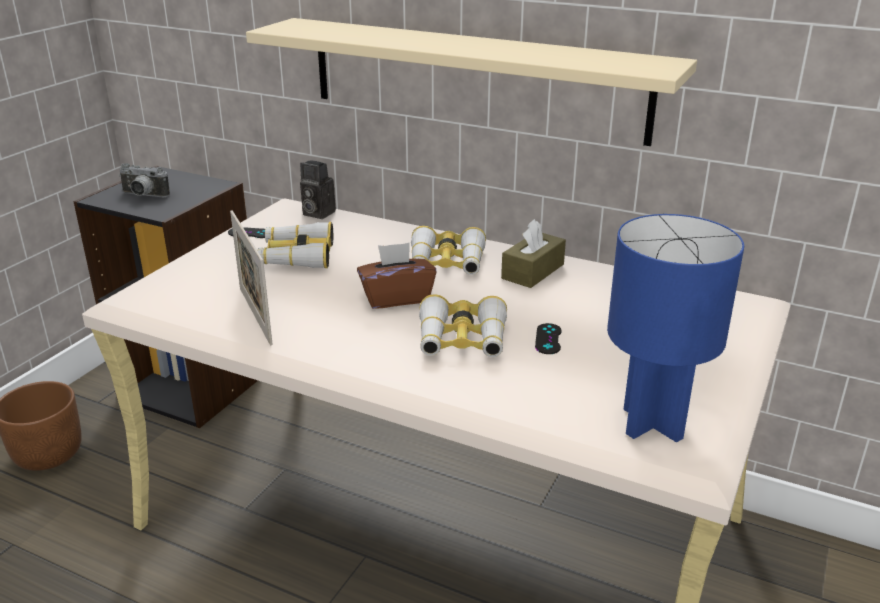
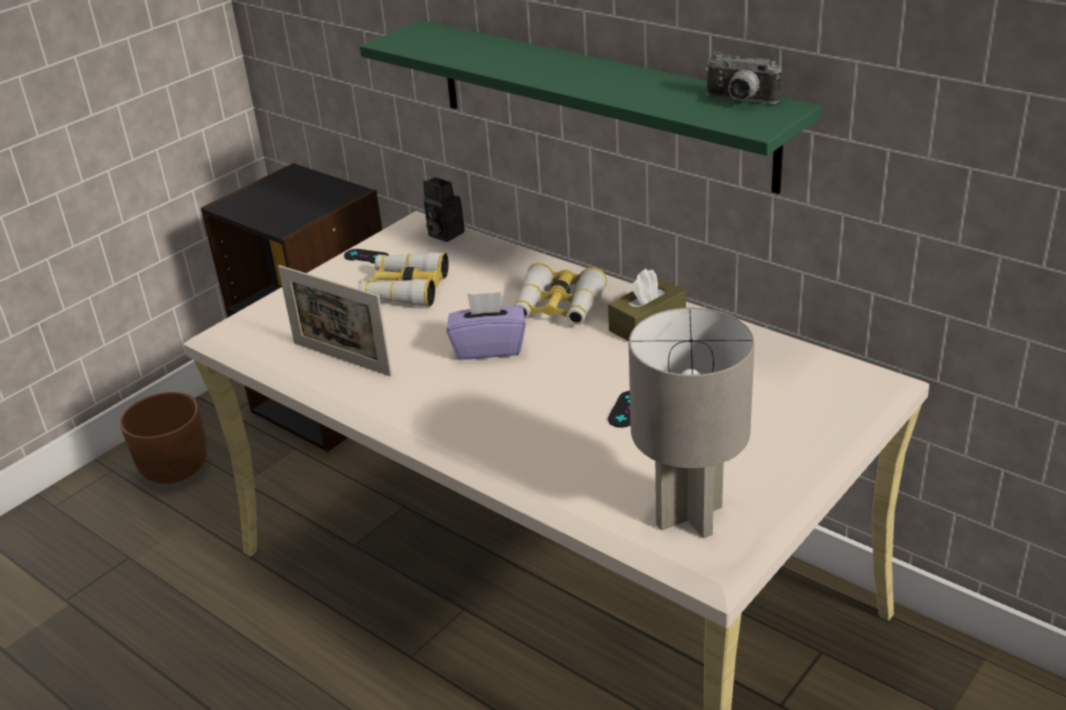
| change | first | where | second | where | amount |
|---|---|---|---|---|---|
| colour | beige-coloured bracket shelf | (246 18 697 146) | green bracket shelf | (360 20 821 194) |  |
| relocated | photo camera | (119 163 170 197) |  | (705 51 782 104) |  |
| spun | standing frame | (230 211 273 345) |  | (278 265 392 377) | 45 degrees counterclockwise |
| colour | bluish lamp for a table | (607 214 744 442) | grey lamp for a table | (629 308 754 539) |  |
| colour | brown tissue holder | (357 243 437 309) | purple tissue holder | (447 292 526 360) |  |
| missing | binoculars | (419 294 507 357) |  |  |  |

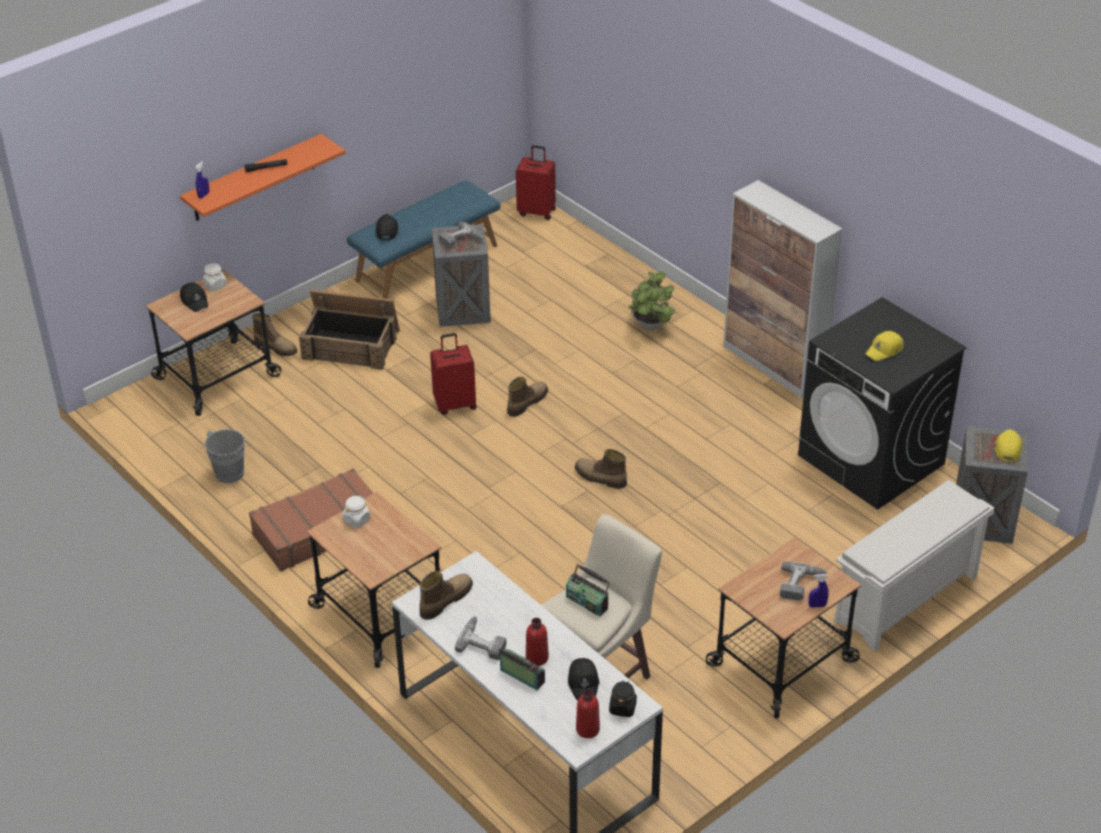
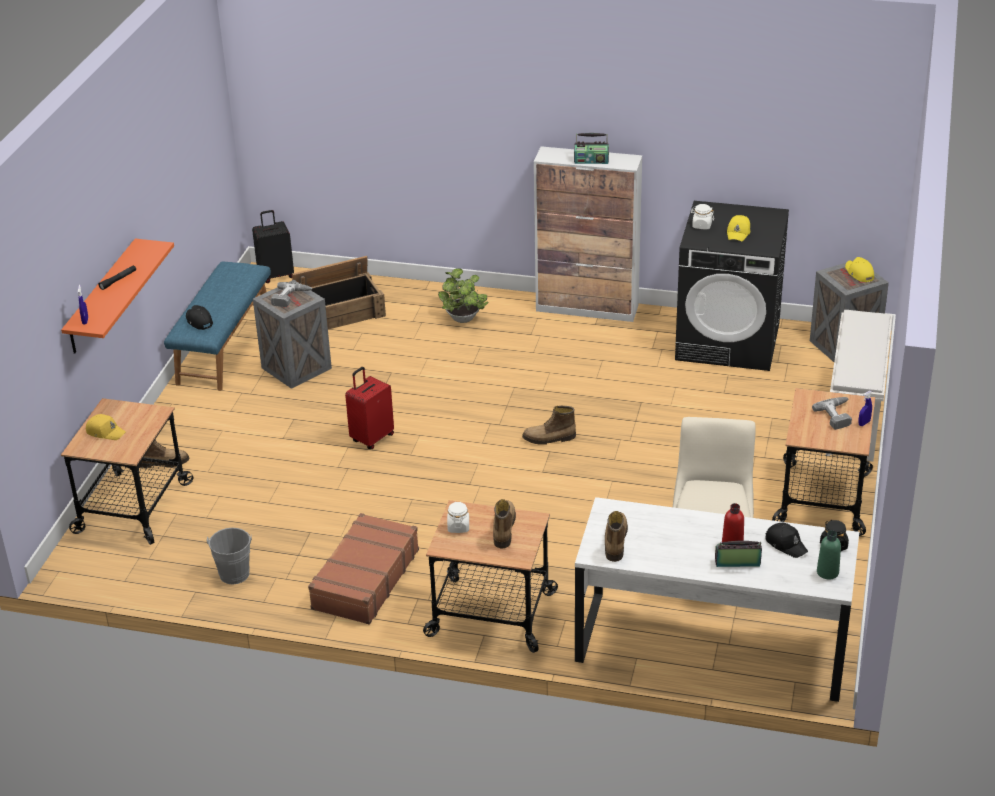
| change | first | where | second | where | amount |
|---|---|---|---|---|---|
| colour | red travel case | (516 145 556 220) | black travel case | (252 210 294 283) |  |
| relocated | white preserve jar | (203 263 227 291) |  | (691 204 714 229) |  |
| colour | black peaked cap | (180 282 208 312) | yellow-coloured peaked cap | (86 414 126 440) |  |
| relocated | crate | (299 289 400 370) |  | (292 256 386 329) |  |
| relocated | high-top boot | (507 377 548 417) |  | (493 499 516 549) |  |
| relocated | radio receiver | (566 564 610 616) |  | (574 133 609 164) |  |
| missing | drill | (455 616 506 660) |  |  |  |
| colour | red drink bottle | (576 689 600 738) | green drink bottle | (817 530 841 579) |  |

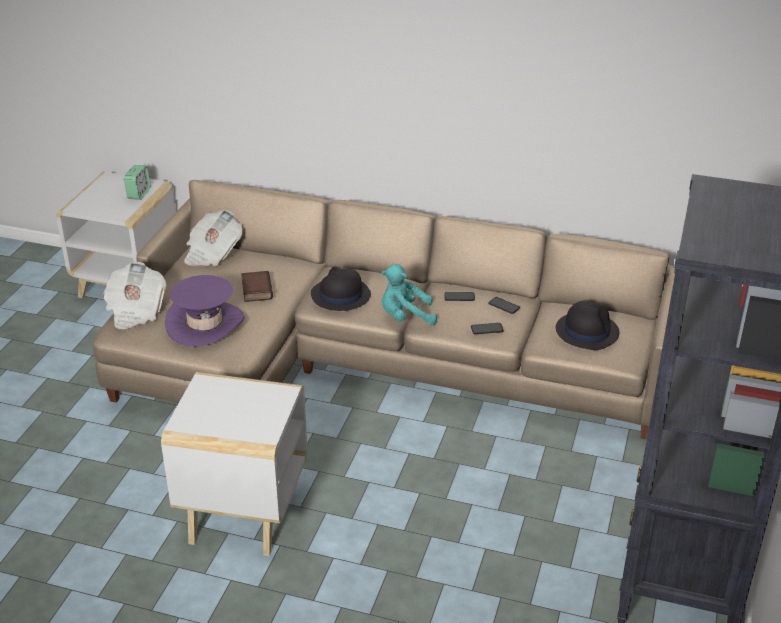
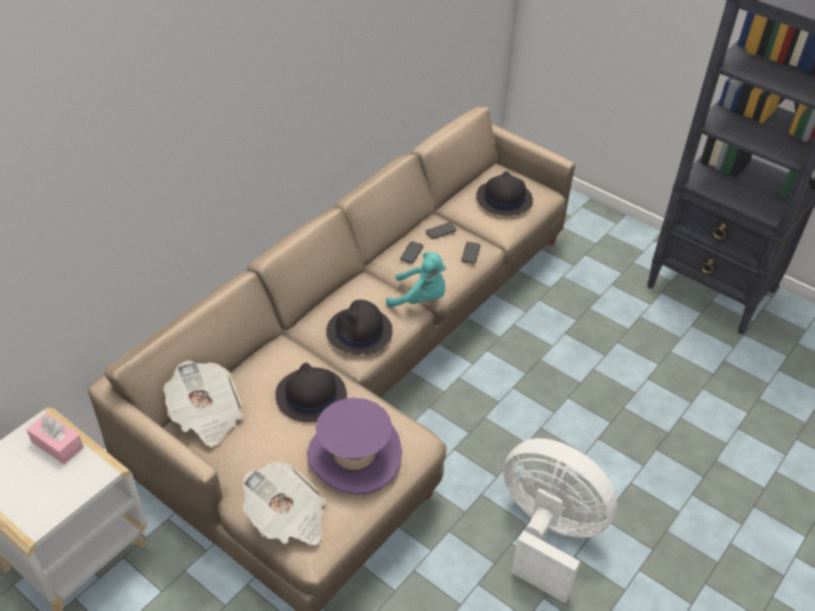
| change | first | where | second | where | amount |
|---|---|---|---|---|---|
| exchanged | bedside clock | (124 165 151 200) | pinkish tissue holder | (26 413 84 464) |  |
| spun | turquoise-coloured cuddly toy | (382 264 437 325) |  | (386 252 446 308) | 90 degrees counterclockwise |
| exchanged | bound book | (241 271 273 302) | black clothing hat | (275 363 347 422) |  |
| exchanged | white side table | (161 372 307 556) | white electric fan | (503 438 617 603) |  |

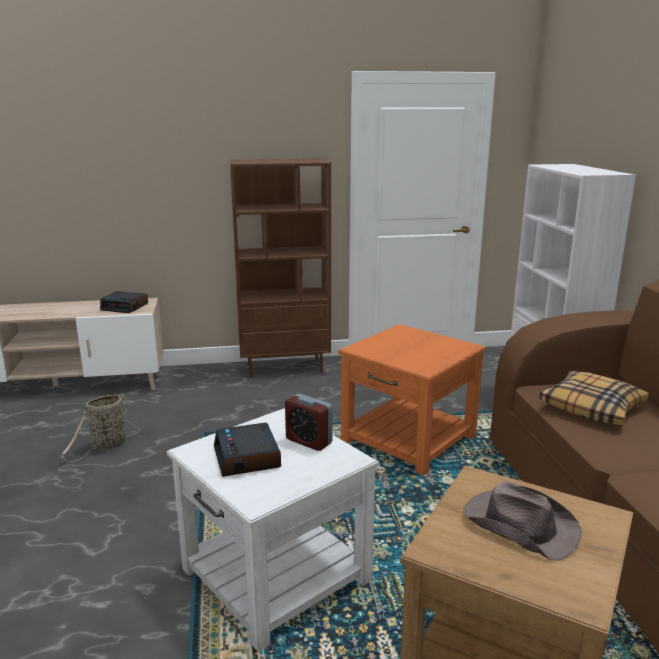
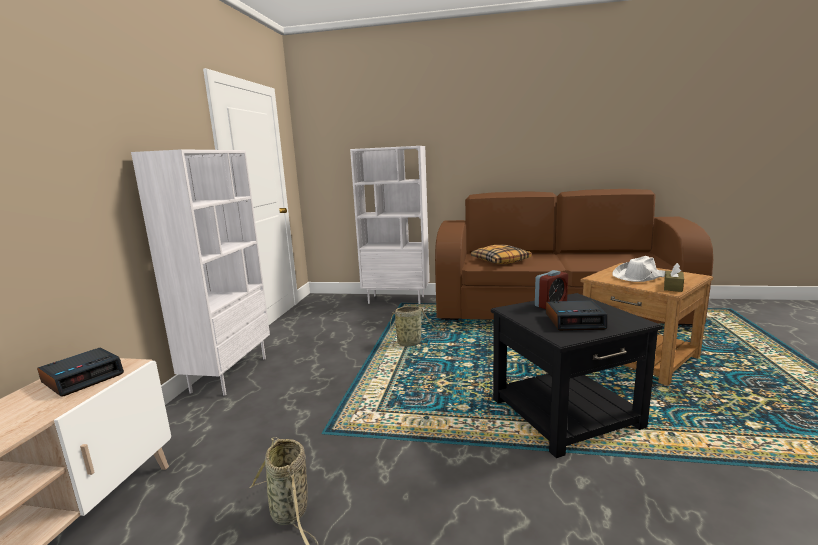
| change | first | where | second | where | amount |
|---|---|---|---|---|---|
| colour | brown shelving unit | (230 158 331 378) | white shelving unit | (131 149 270 396) |  |
| exchanged | orange side table | (338 324 486 476) | basket | (385 306 443 347) |  |
| colour | white side table | (167 408 379 652) | black side table | (491 293 662 458) |  |
| colour | brown clothing hat | (463 481 582 561) | white clothing hat | (612 256 665 282) |  |
| appeared |  |  | brown tissue holder | (664 263 684 292) |  |

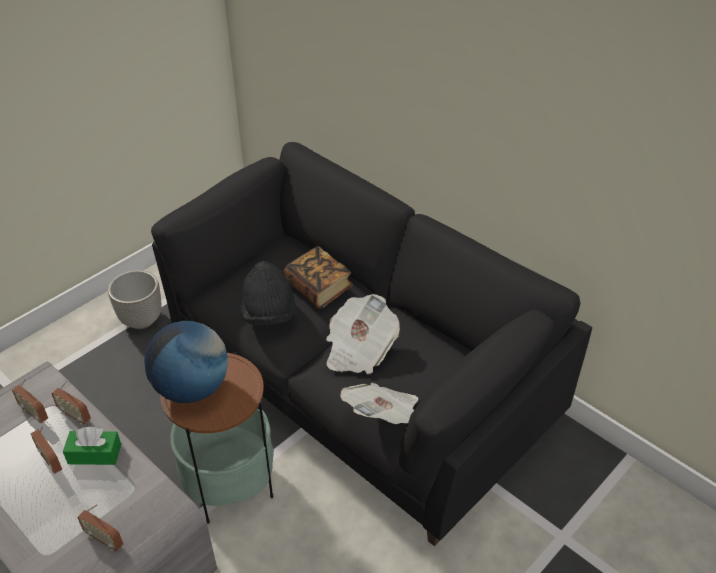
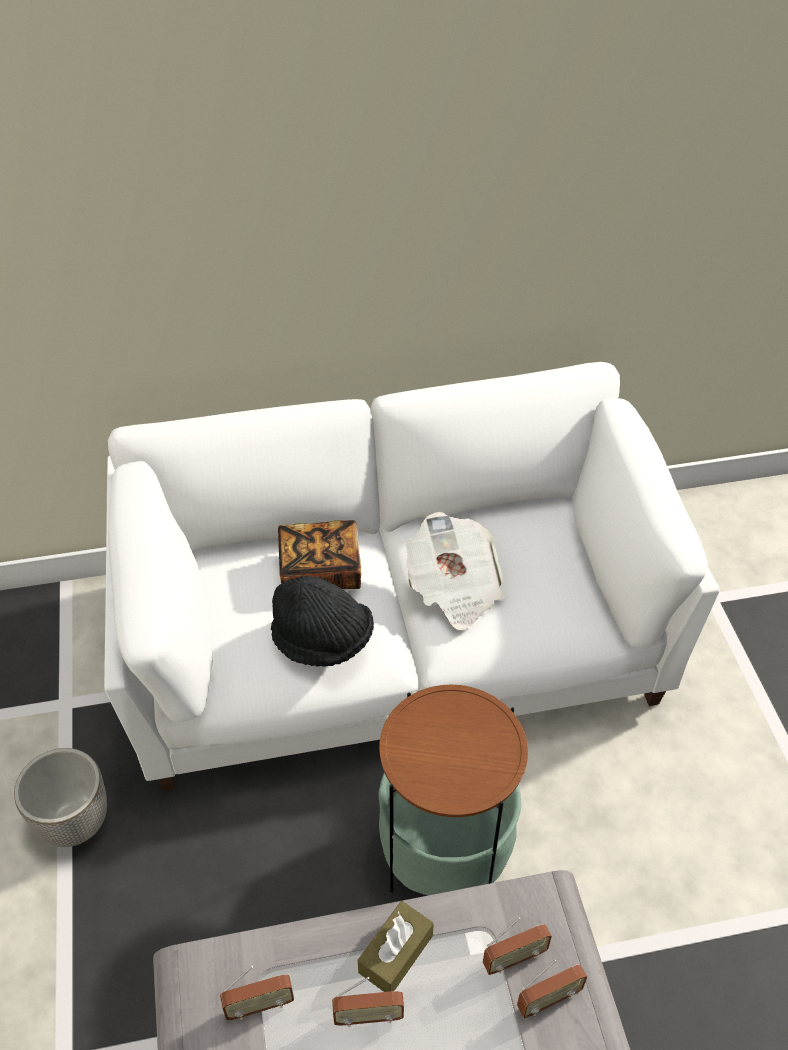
| change | first | where | second | where | amount |
|---|---|---|---|---|---|
| colour | black sofa | (151 142 592 546) | white sofa | (104 362 720 791) |  |
| missing | world globe | (144 321 228 403) |  |  |  |
| relocated | radio receiver | (51 380 91 424) |  | (483 917 552 975) |  |
| missing | daily paper | (340 383 418 424) |  |  |  |
| colour | green tissue holder | (63 427 121 465) | brown tissue holder | (358 901 434 992) |  |

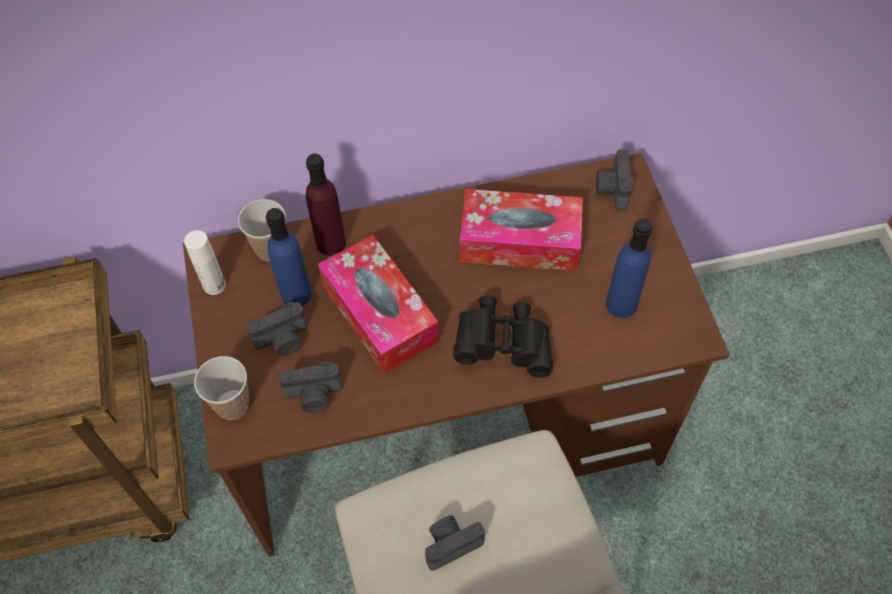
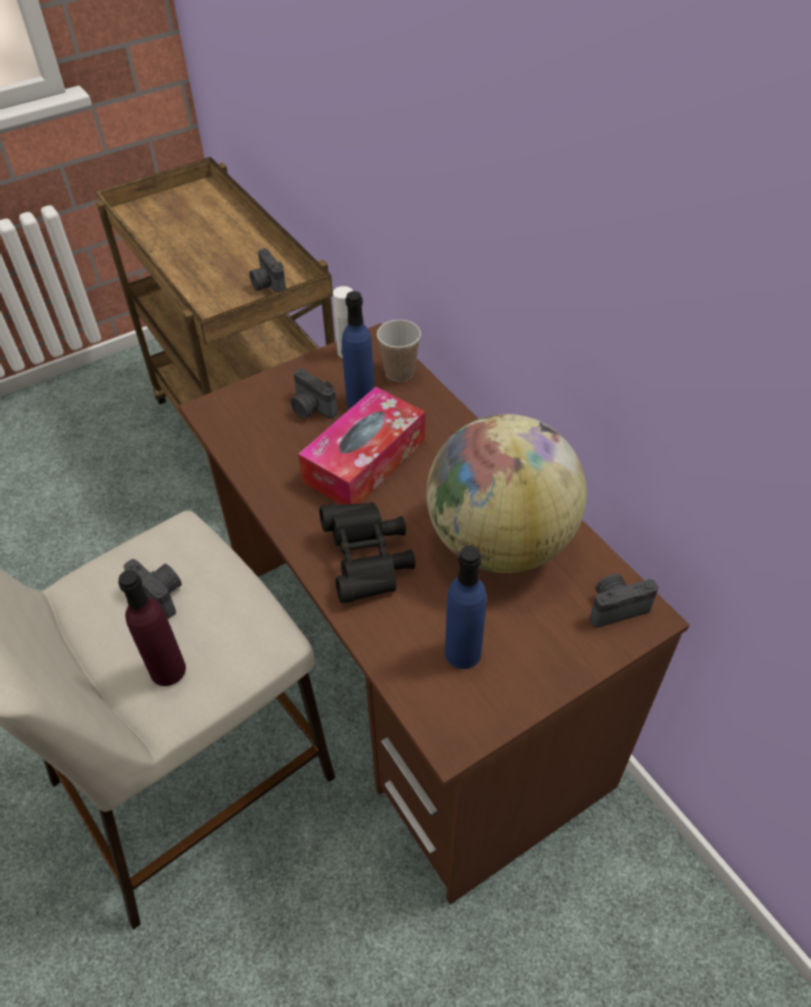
| change | first | where | second | where | amount |
|---|---|---|---|---|---|
| relocated | purple drink bottle | (306 153 346 256) |  | (118 570 186 686) |  |
| exchanged | tissue holder | (460 189 583 271) | world globe | (427 414 587 573) |  |
| missing | cup | (194 356 250 420) |  |  |  |
| relocated | photo camera | (279 361 343 413) |  | (249 248 286 293) |  |

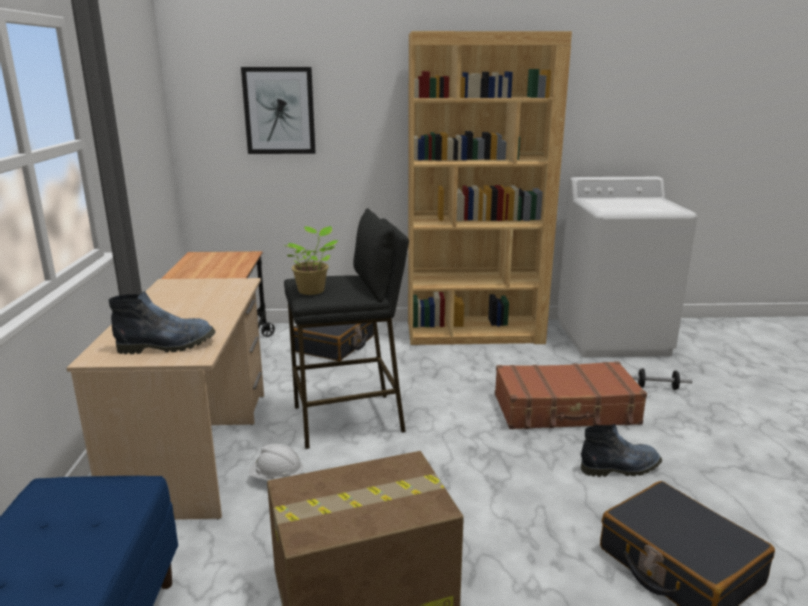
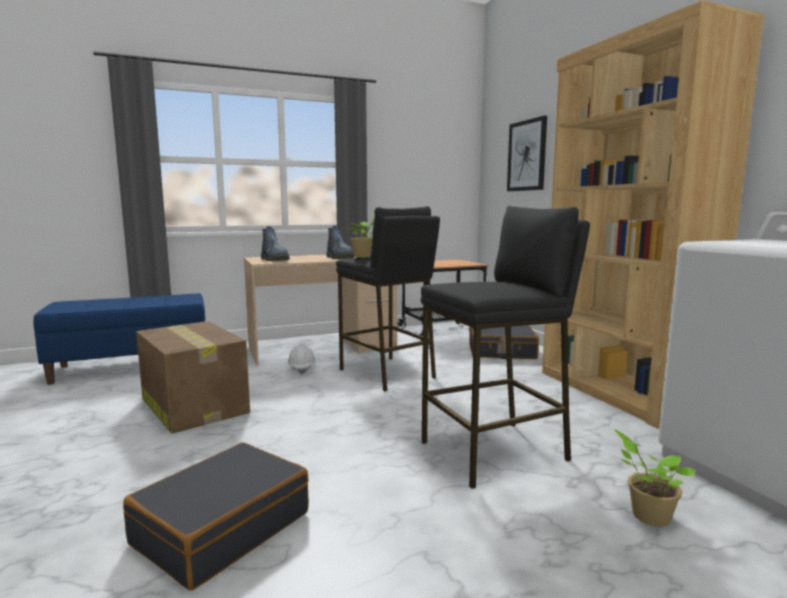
| change | first | where | second | where | amount |
|---|---|---|---|---|---|
| exchanged | brown travel case | (495 361 647 429) | black stool | (421 206 590 489) |  |
| exchanged | dumbbell | (630 368 693 390) | houseplant | (614 429 696 527) |  |
| relocated | high-top boot | (581 424 662 477) |  | (326 225 355 259) |  |

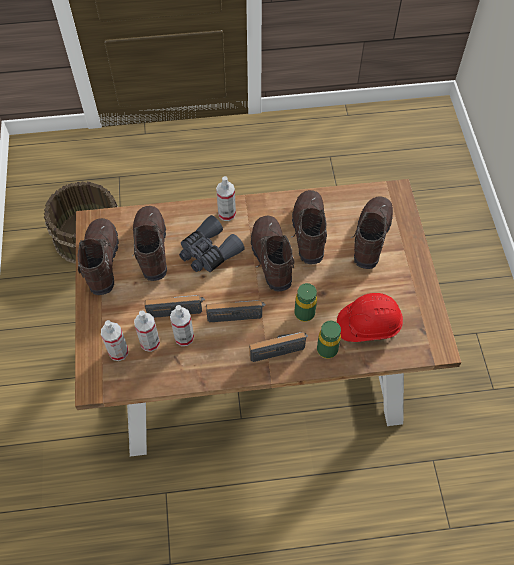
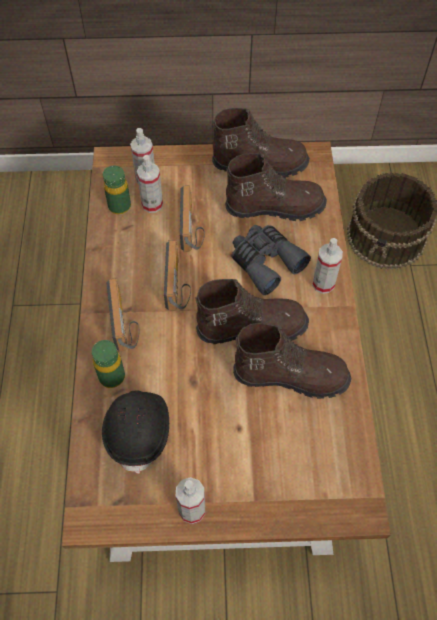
| change | first | where | second | where | amount |
|---|---|---|---|---|---|
| missing | brown high-top boot | (351 197 393 269) |  |  |  |
| relocated | green drink bottle | (295 283 317 322) |  | (103 166 131 214) |  |
| colour | red hard hat | (337 293 403 342) | black hard hat | (102 391 169 474) |  |
| relocated | hand sprayer | (170 305 194 346) |  | (176 477 205 524) |  |

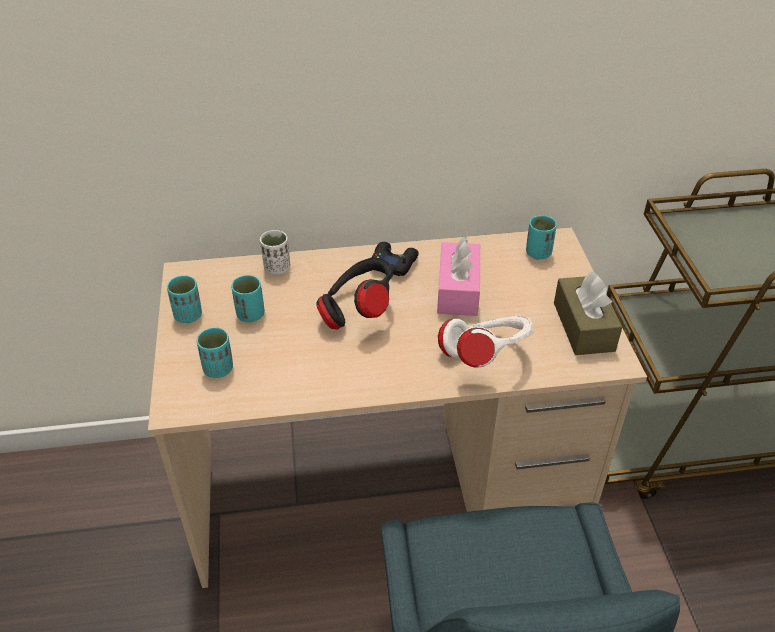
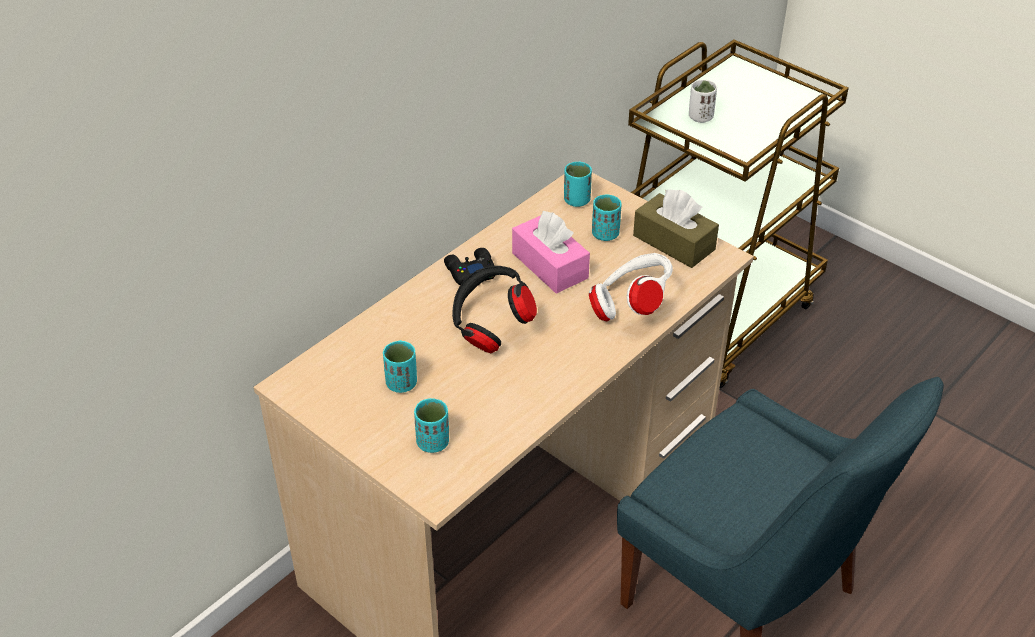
| change | first | where | second | where | amount |
|---|---|---|---|---|---|
| relocated | white cup | (260 230 290 275) |  | (689 80 717 123) |  |
| relocated | turquoise-coloured cup | (167 275 202 323) |  | (592 194 621 241) |  |

